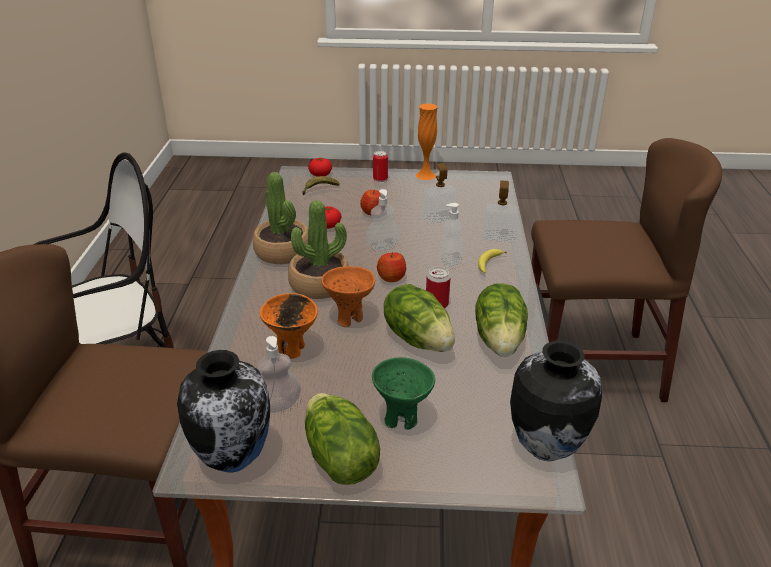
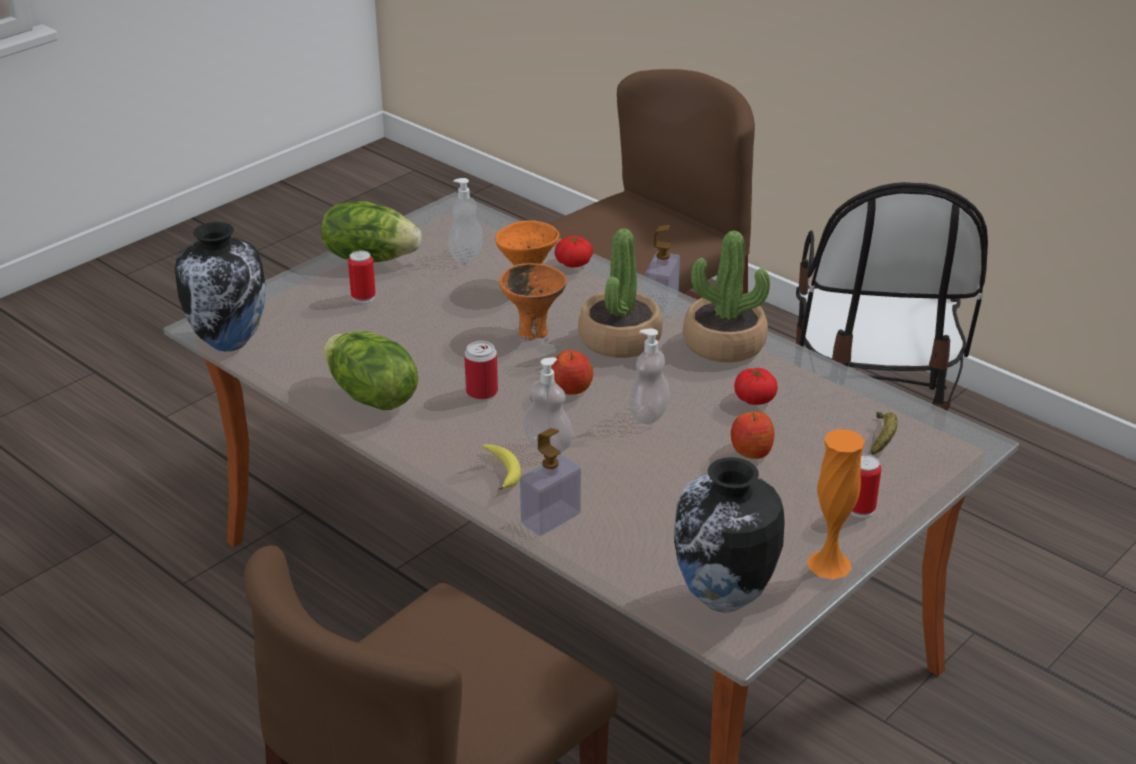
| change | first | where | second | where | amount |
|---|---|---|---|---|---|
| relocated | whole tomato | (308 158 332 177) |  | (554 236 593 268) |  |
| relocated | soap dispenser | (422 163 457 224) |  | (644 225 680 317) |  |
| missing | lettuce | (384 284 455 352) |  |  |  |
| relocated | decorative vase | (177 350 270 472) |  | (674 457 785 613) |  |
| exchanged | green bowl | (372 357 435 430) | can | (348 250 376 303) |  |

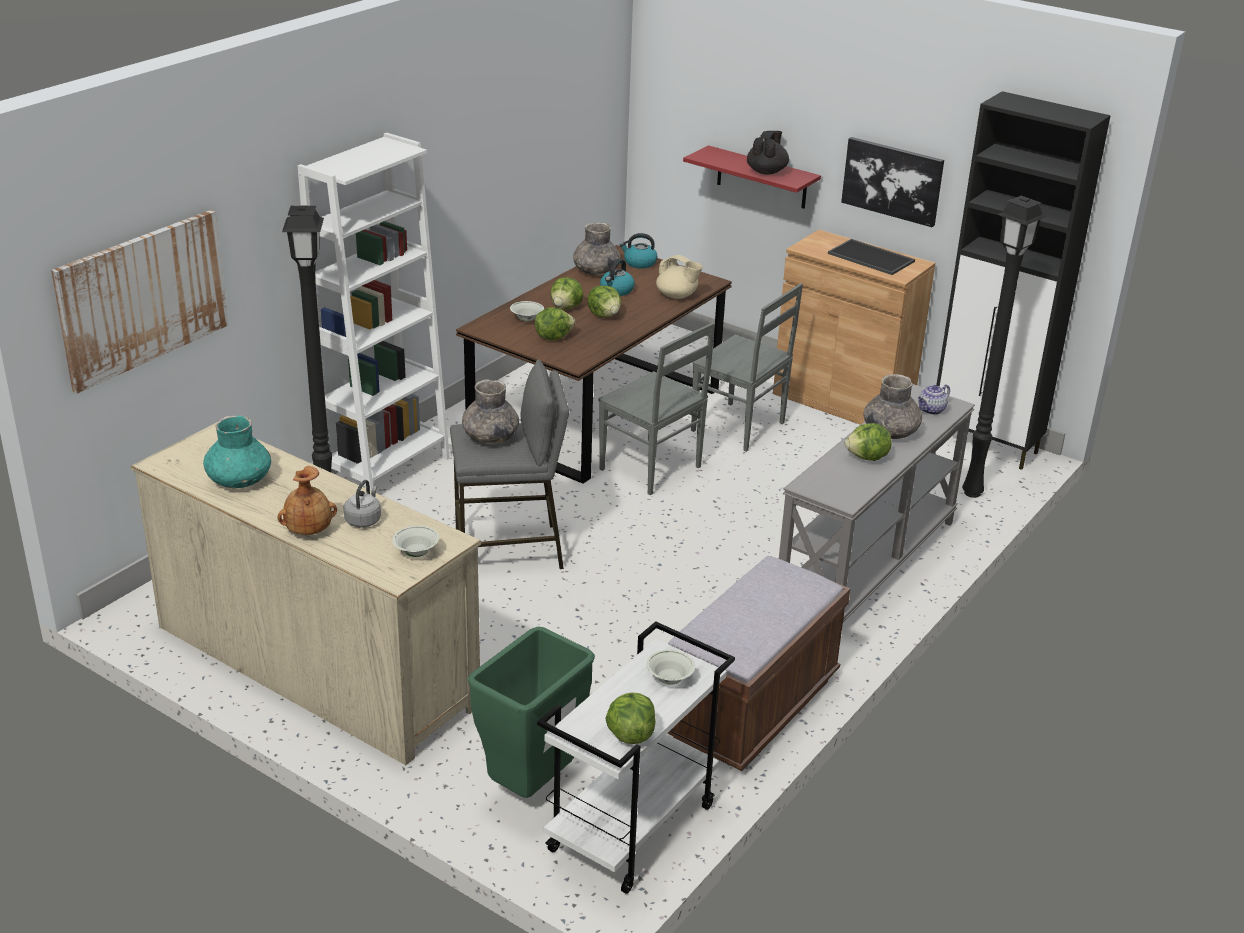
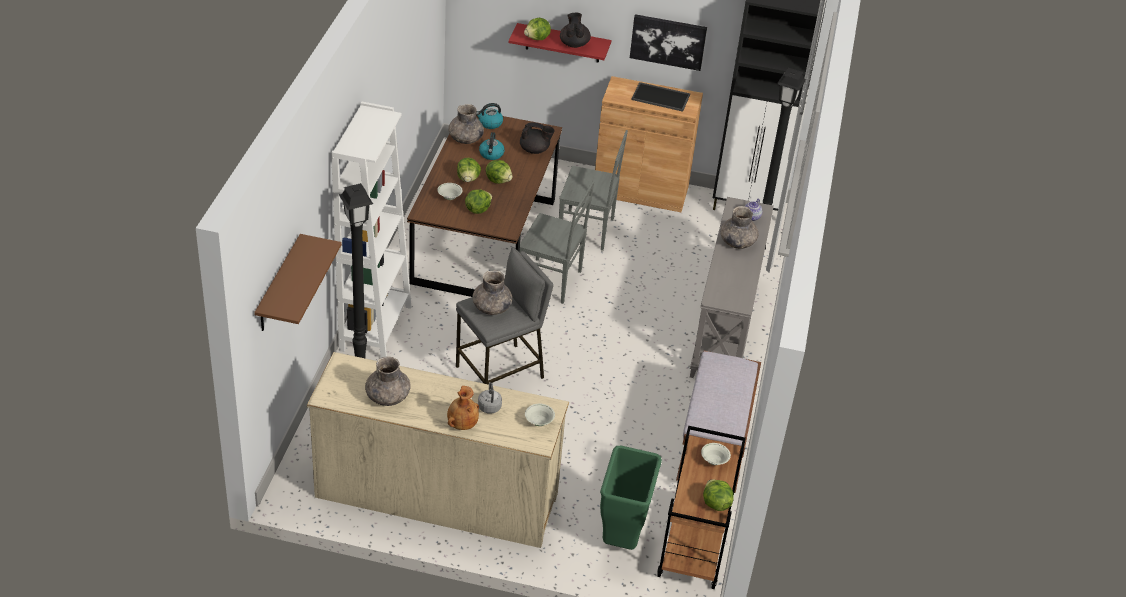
| change | first | where | second | where | amount |
|---|---|---|---|---|---|
| exchanged | picture | (51 210 229 394) | brown bracket shelf | (254 234 342 331) |  |
| colour | beige-coloured teapot | (656 255 703 299) | black teapot | (520 122 555 154) |  |
| colour | turquoise-coloured decorative vase | (203 415 271 488) | grey decorative vase | (365 356 411 406) |  |
| relocated | lettuce | (845 423 892 461) |  | (524 18 551 40) |  |
| colour | white wheeled cart | (537 621 735 894) | brown wheeled cart | (657 426 746 589) |  |

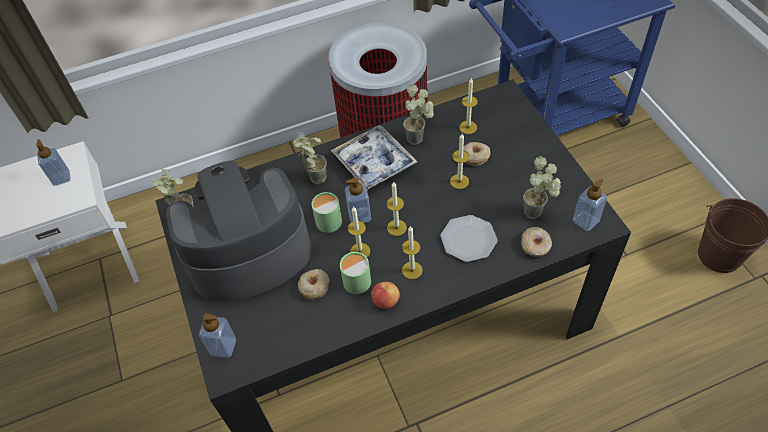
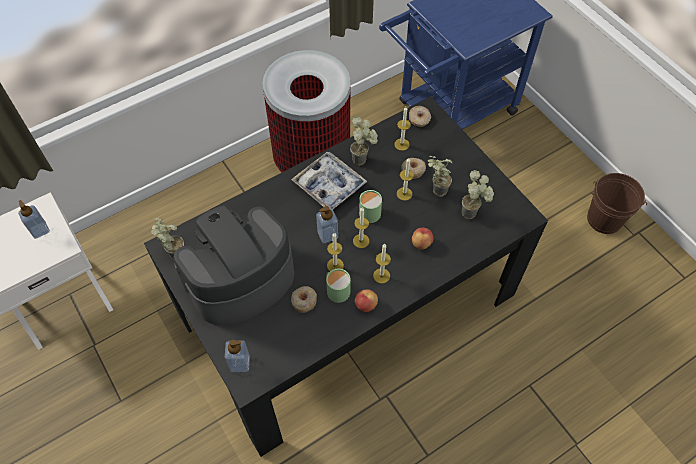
| change | first | where | second | where | amount |
|---|---|---|---|---|---|
| relocated | houseplant | (293 132 327 184) |  | (428 156 452 197) |  |
| missing | soap dispenser | (572 179 608 231) |  |  |  |
| relocated | green tea mug | (311 192 342 233) |  | (359 190 383 223) |  |
| exchanged | flat dish | (440 215 498 262) | apple fruit | (412 228 434 250) |  |
| relocated | doughnut | (521 227 552 257) |  | (409 106 431 127) |  |

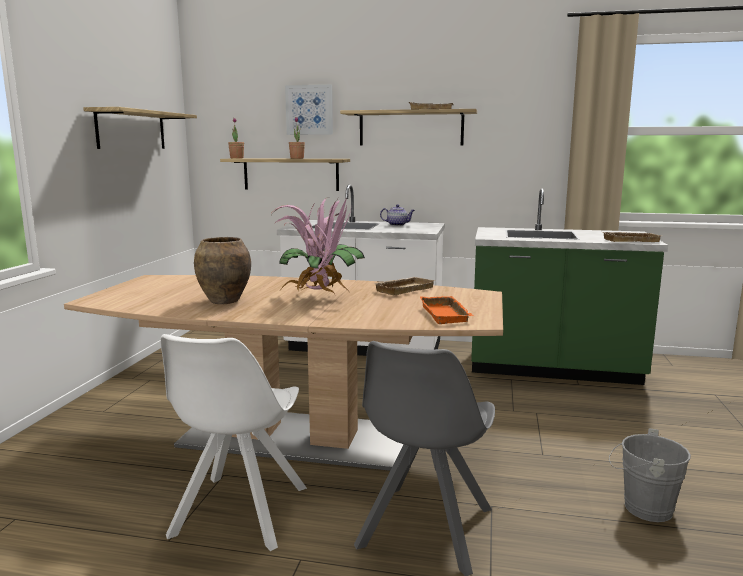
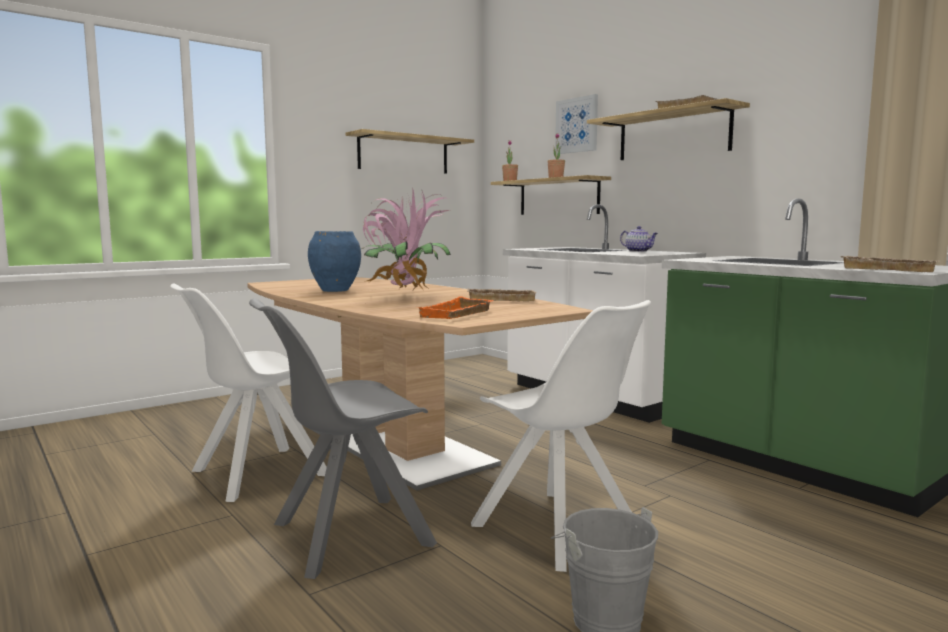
| change | first | where | second | where | amount |
|---|---|---|---|---|---|
| colour | brown decorative vase | (194 237 251 304) | bluish decorative vase | (308 231 361 292) |  |
| appeared |  |  | white chair | (471 300 651 572) |  |

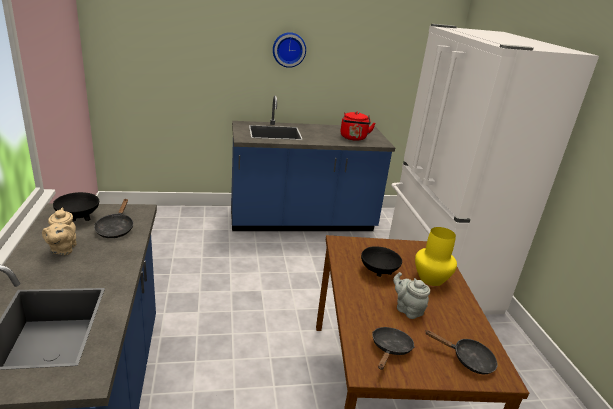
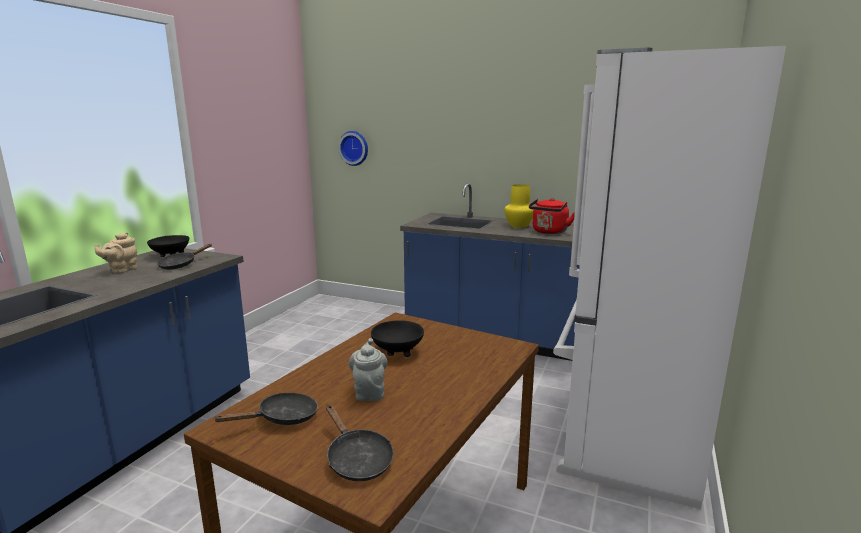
| change | first | where | second | where | amount |
|---|---|---|---|---|---|
| relocated | hanging clock | (273 32 306 68) |  | (338 131 368 166) |  |
| relocated | yellow-coloured decorative vase | (415 227 457 286) |  | (504 184 534 228) |  |

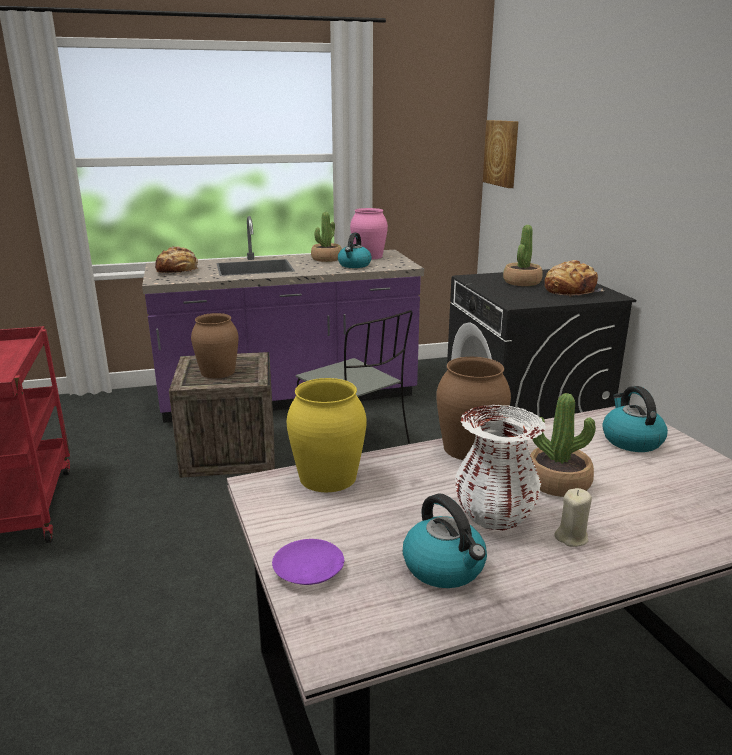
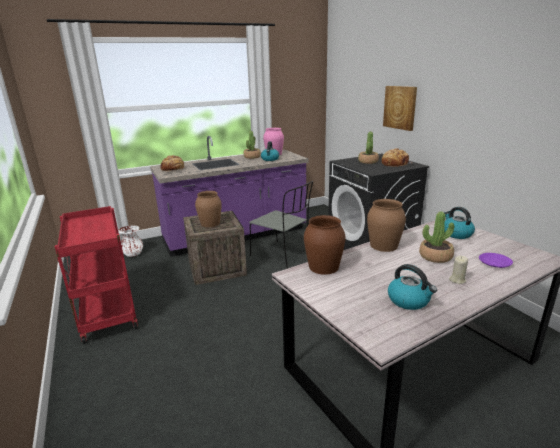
| change | first | where | second | where | amount |
|---|---|---|---|---|---|
| relocated | picture | (483 120 519 188) |  | (383 86 417 131) |  |
| colour | yellow-coloured decorative vase | (287 378 367 492) | brown decorative vase | (304 215 346 275) |  |
| relocated | white decorative vase | (455 405 546 530) |  | (118 225 143 257) |  |
| relocated | purple flat dish | (272 539 344 585) |  | (479 253 513 268) |  |

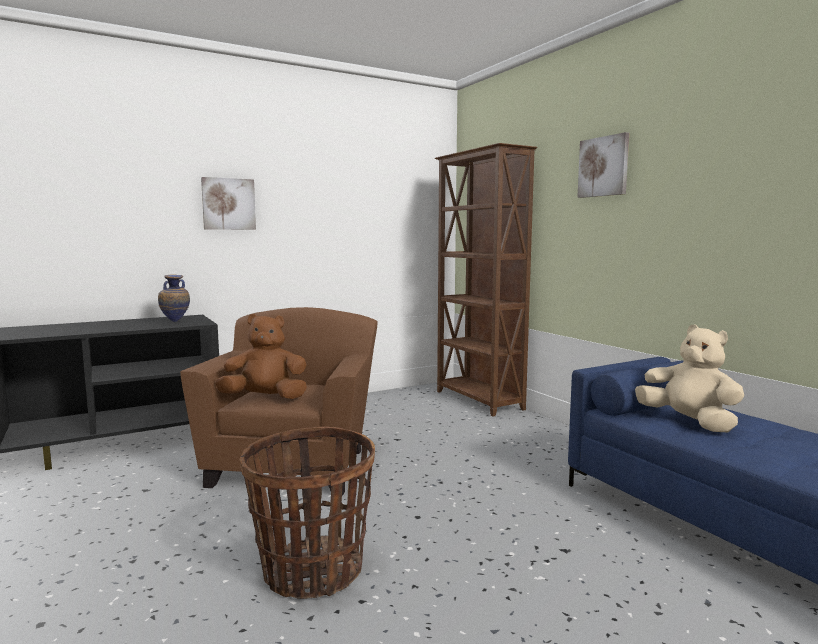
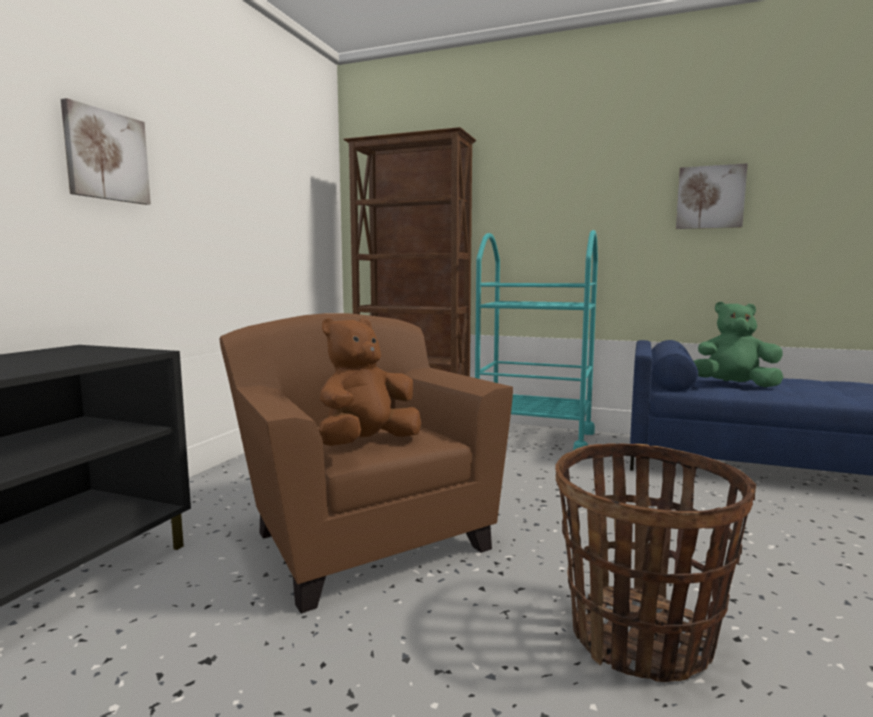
| change | first | where | second | where | amount |
|---|---|---|---|---|---|
| relocated | picture | (577 132 629 198) |  | (676 163 748 229) |  |
| missing | decorative vase | (158 274 190 322) |  |  |  |
| colour | beige-coloured cuddly toy | (635 325 744 432) | green cuddly toy | (693 302 784 387) |  |
| appeared |  |  | turquoise-coloured wheeled cart | (475 230 598 451) |  |

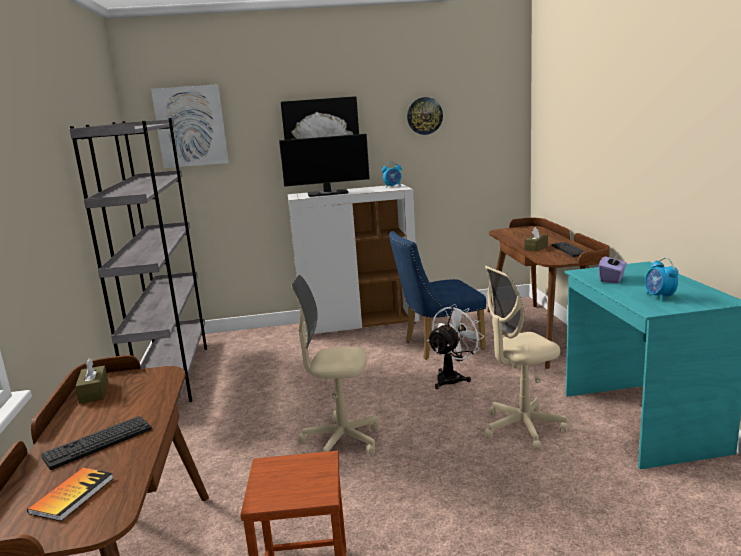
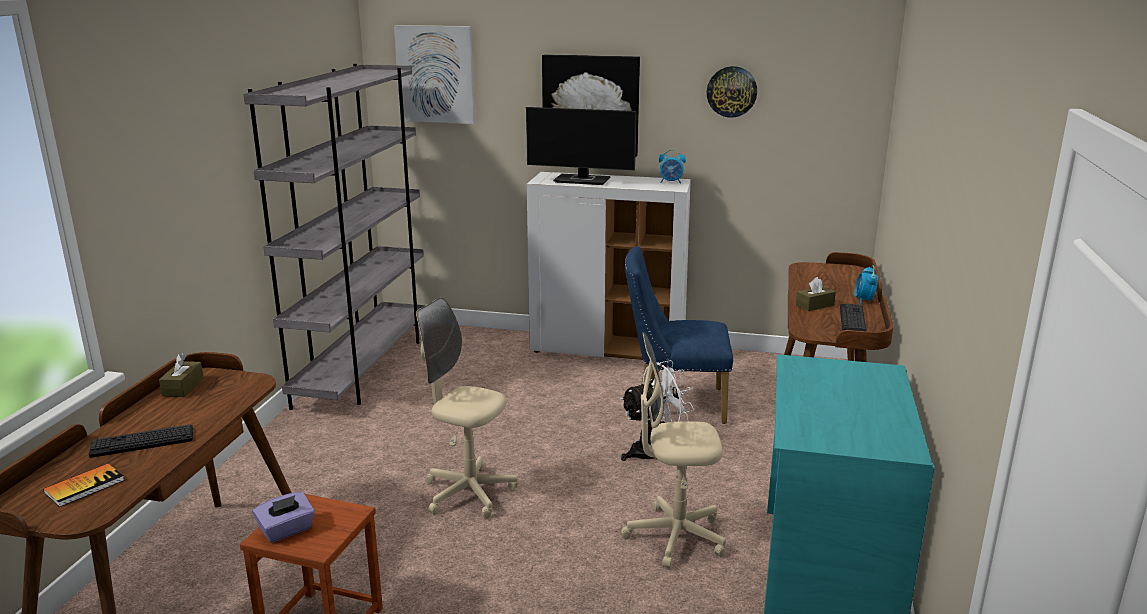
| change | first | where | second | where | amount |
|---|---|---|---|---|---|
| relocated | purple tissue holder | (598 253 627 283) |  | (253 492 315 543) |  |
| relocated | bedside clock | (645 258 679 301) |  | (854 265 878 304) |  |

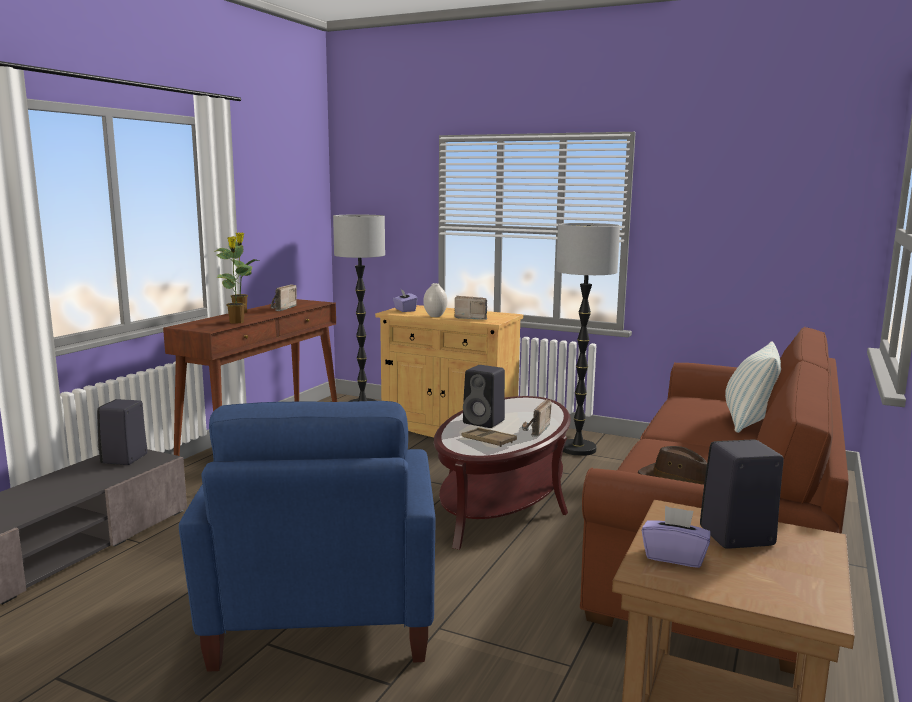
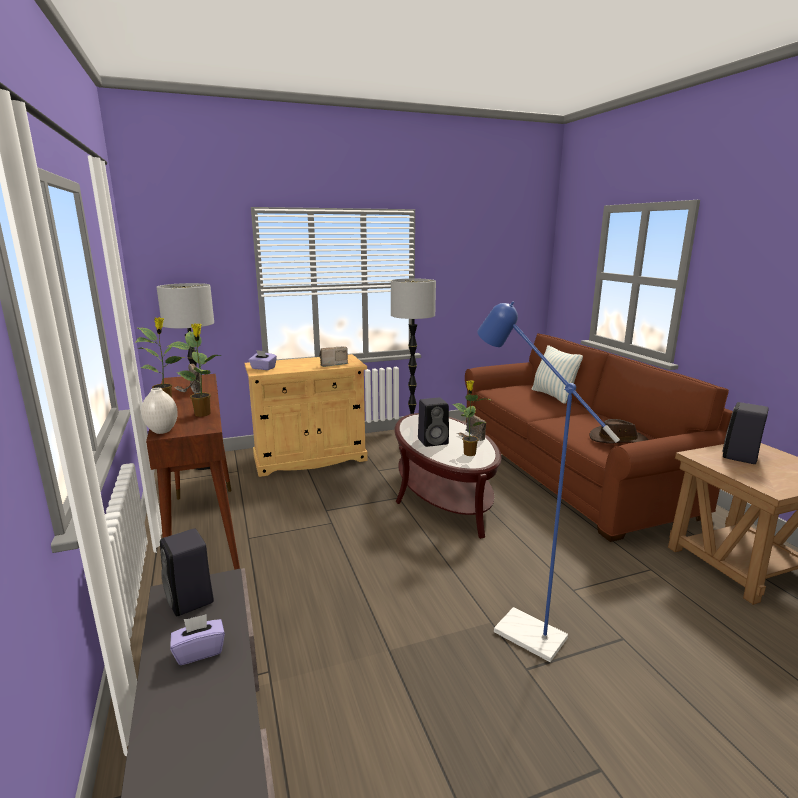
| change | first | where | second | where | amount |
|---|---|---|---|---|---|
| relocated | white decorative vase | (423 283 447 317) |  | (141 388 178 434) |  |
| exchanged | bluish armchair | (179 401 436 672) | bluish floor lamp | (477 301 620 662) |  |
| exchanged | brown serving tray | (462 427 517 447) | houseplant | (453 380 492 456) |  |
| relocated | purple tissue holder | (642 506 711 568) |  | (170 614 225 665) |  |

